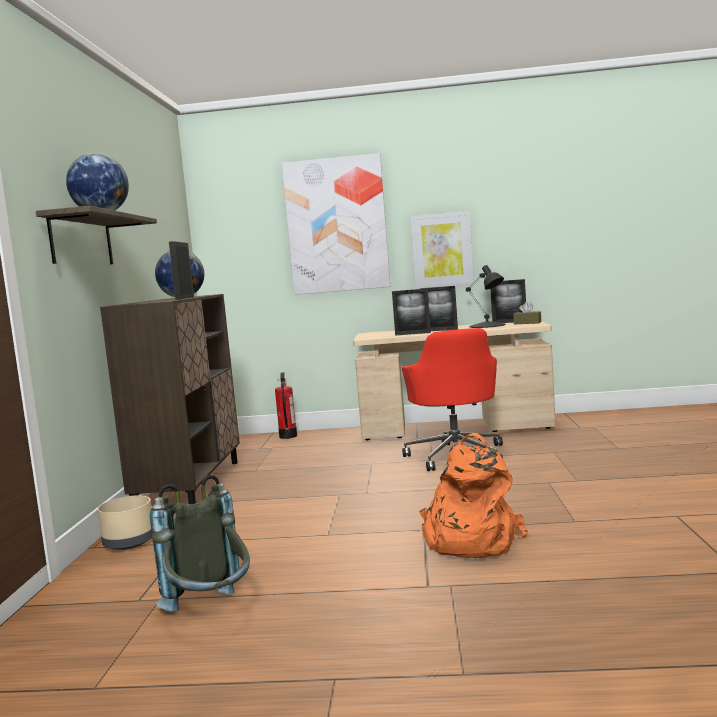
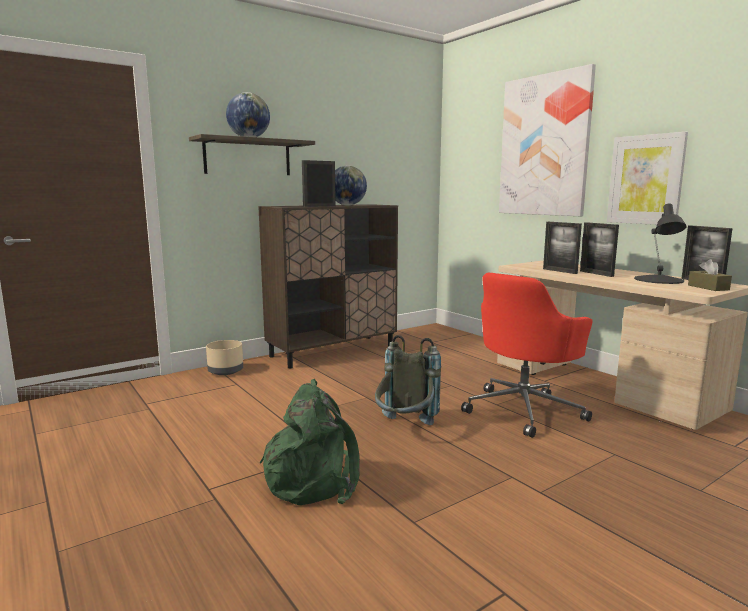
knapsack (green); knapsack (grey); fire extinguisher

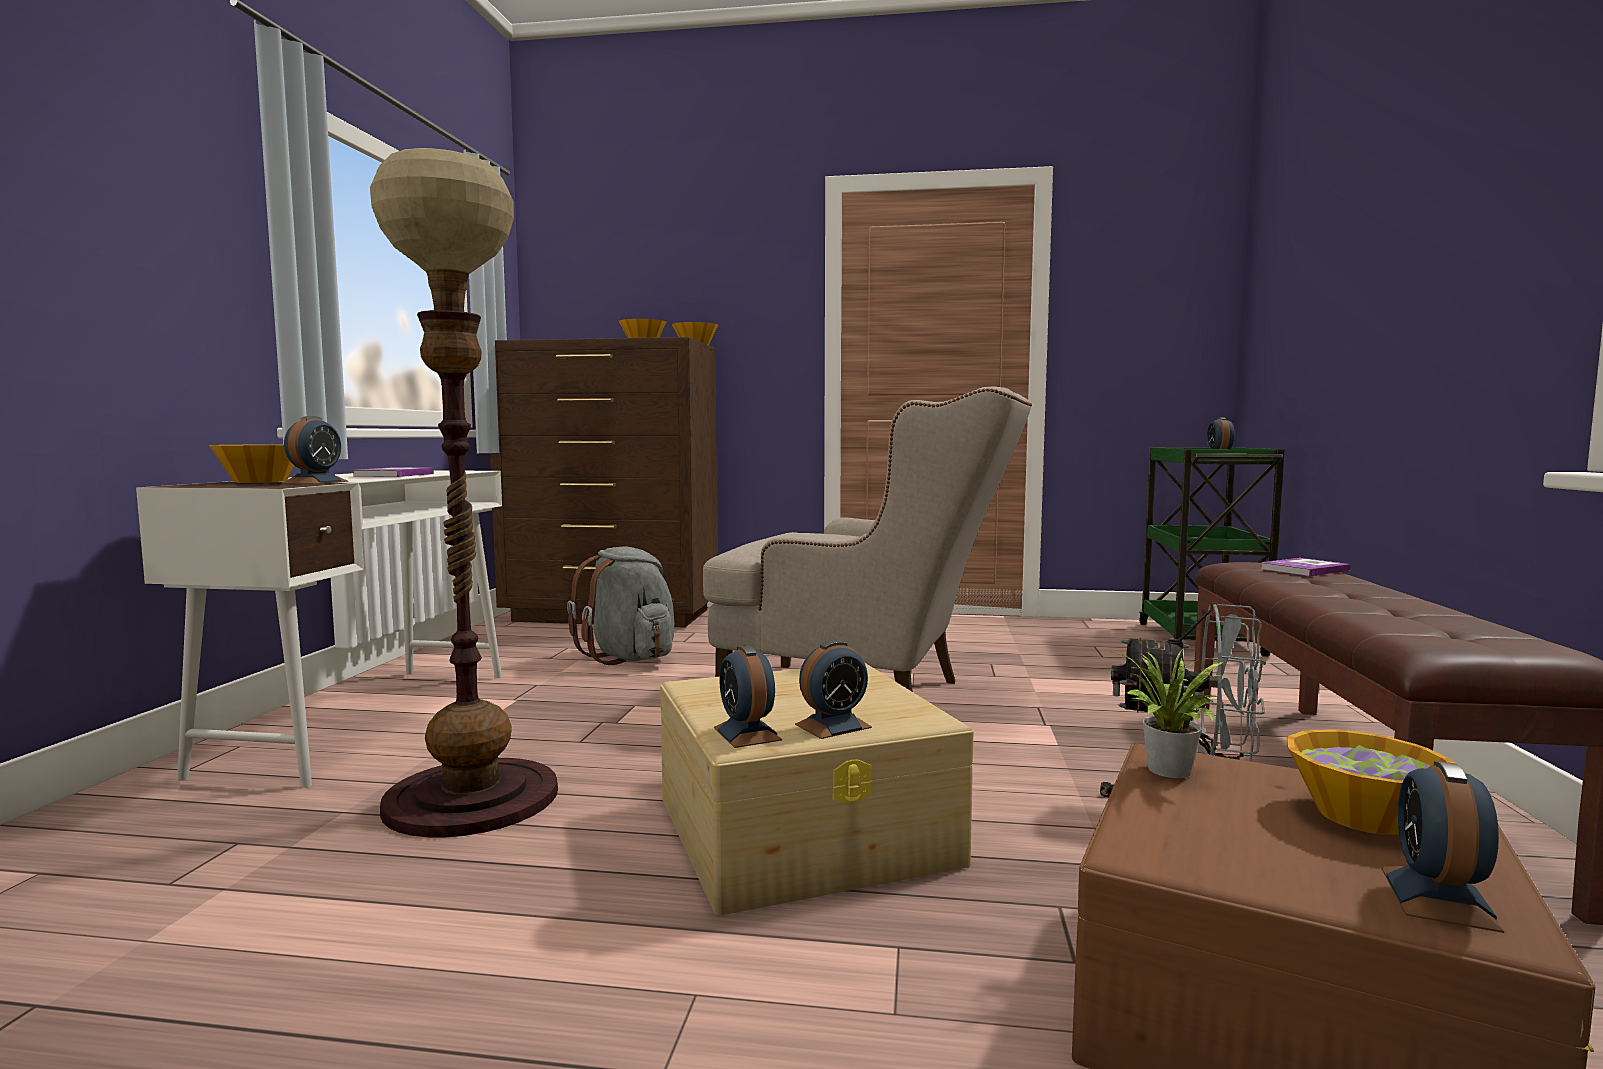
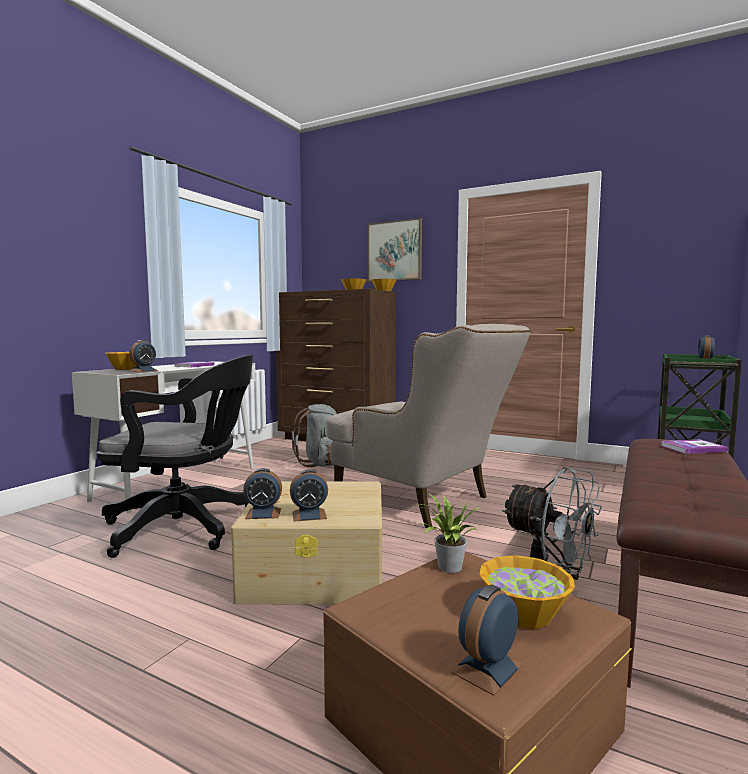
desk chair (black); bedside clock (no. 2 from left); wall art

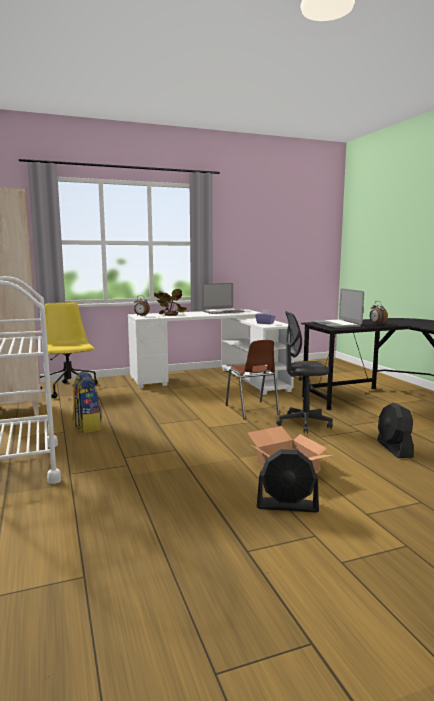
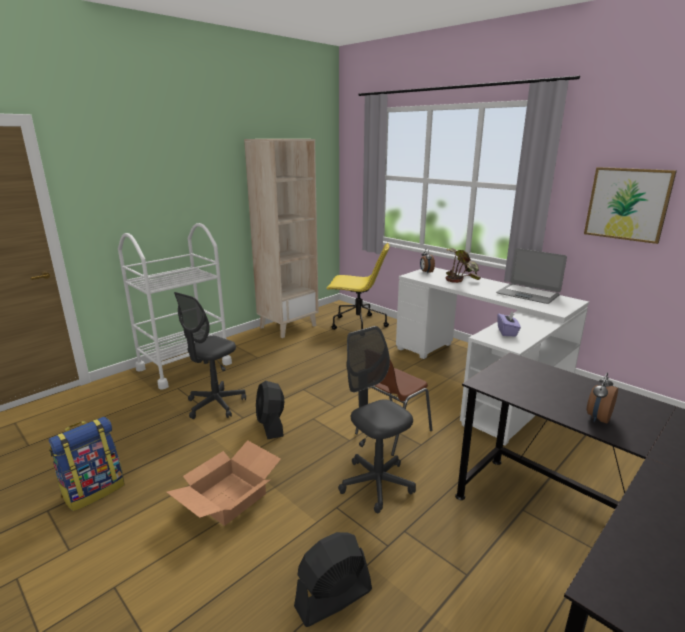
knapsack; desk chair (grey) (no. 1 from left); electric fan (black) (no. 1 from left); desk chair (yellowish); wall art; portable computer (no. 2 from left in the first image)

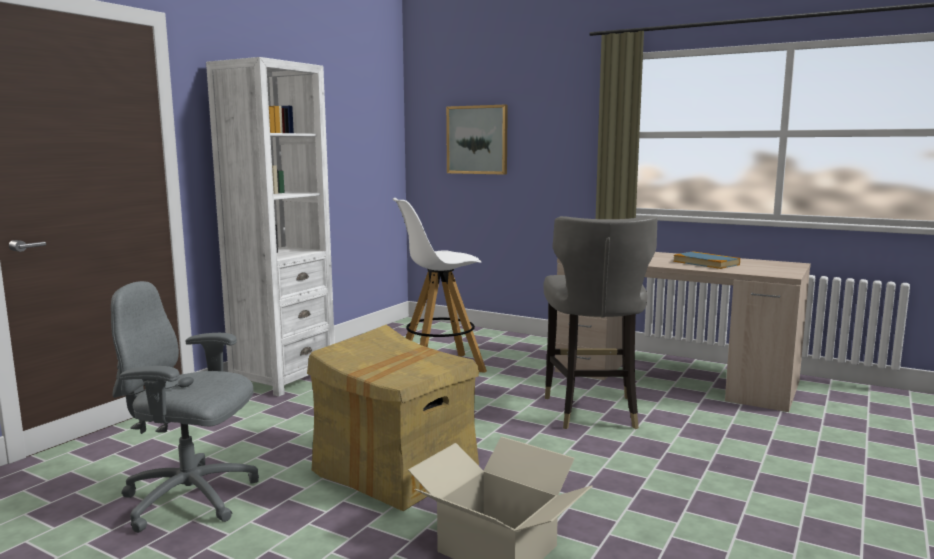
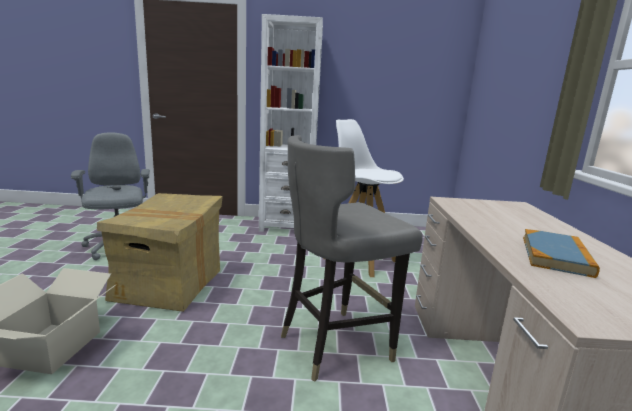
wall art

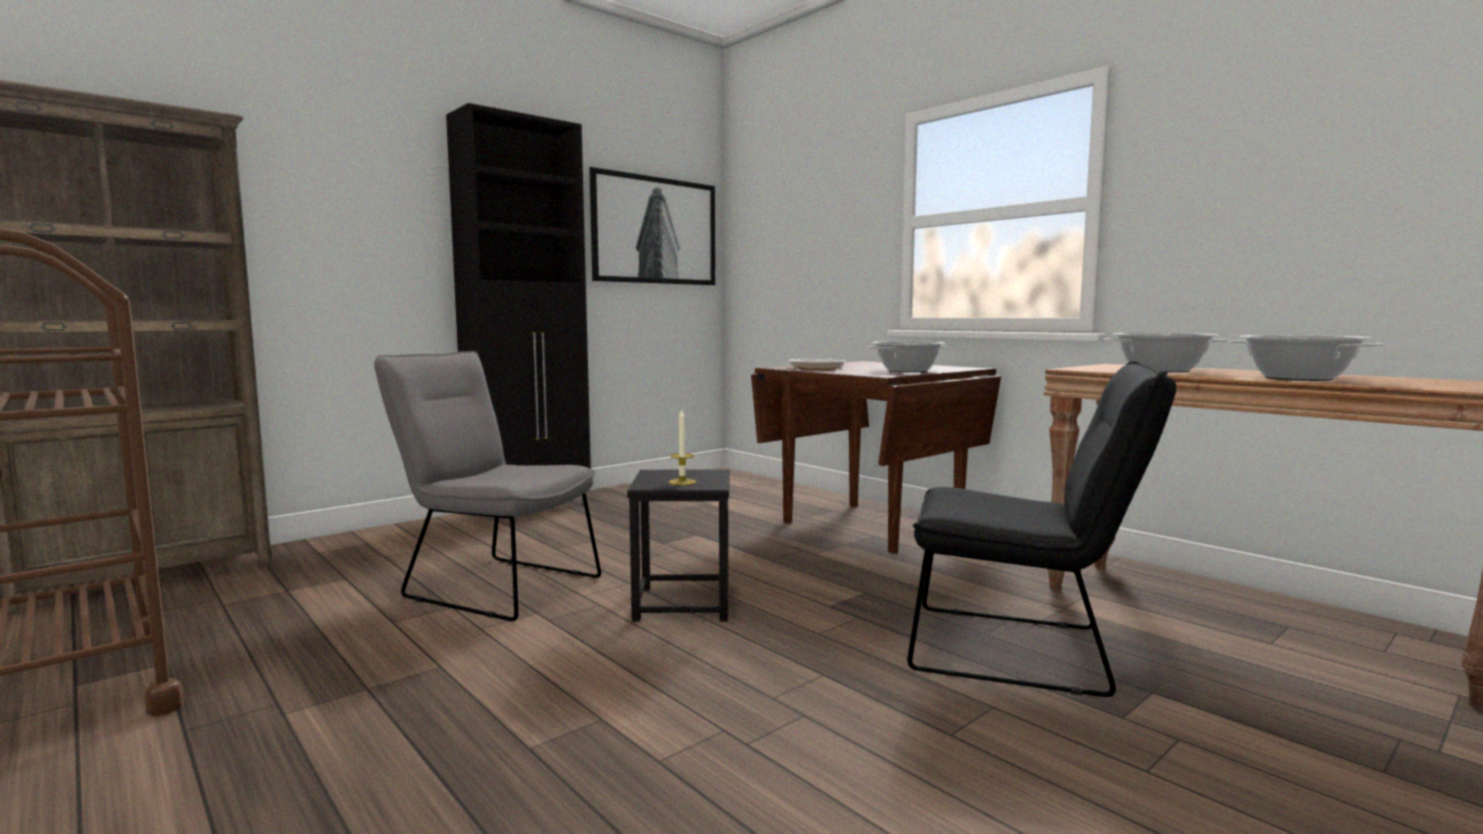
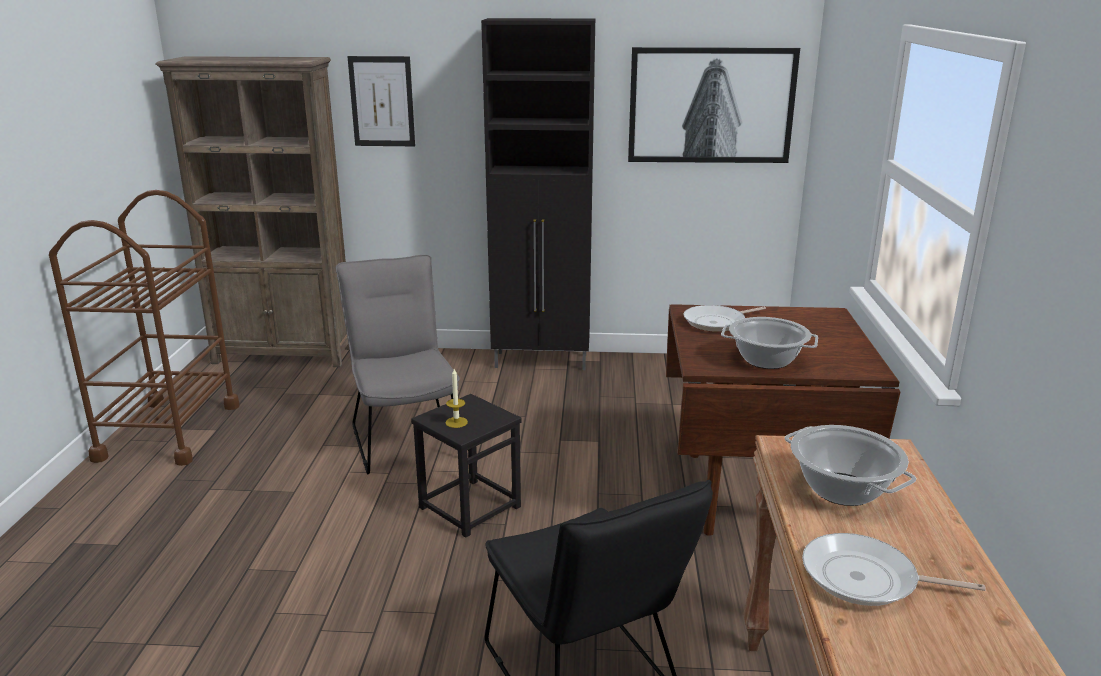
wall art (no. 1 from left); skillet (no. 2 from left)

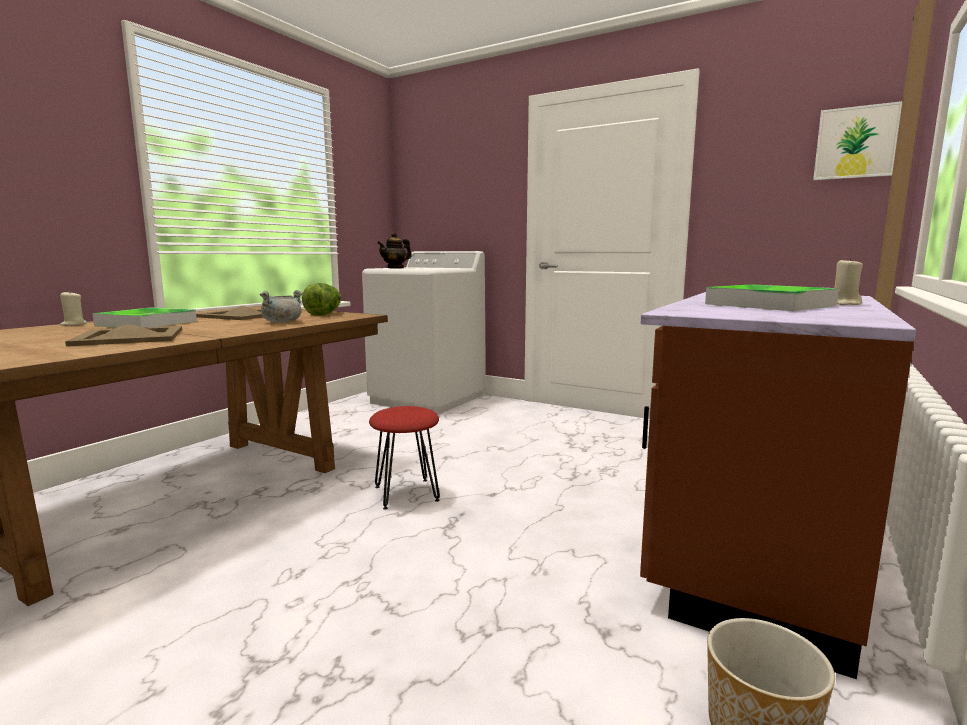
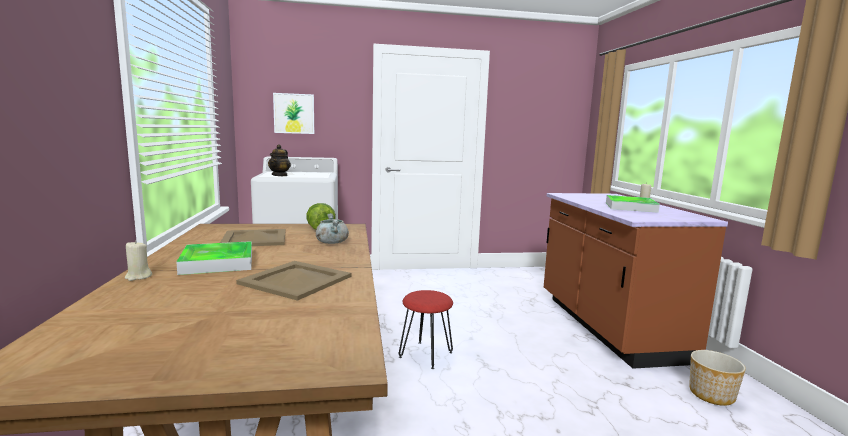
wall art

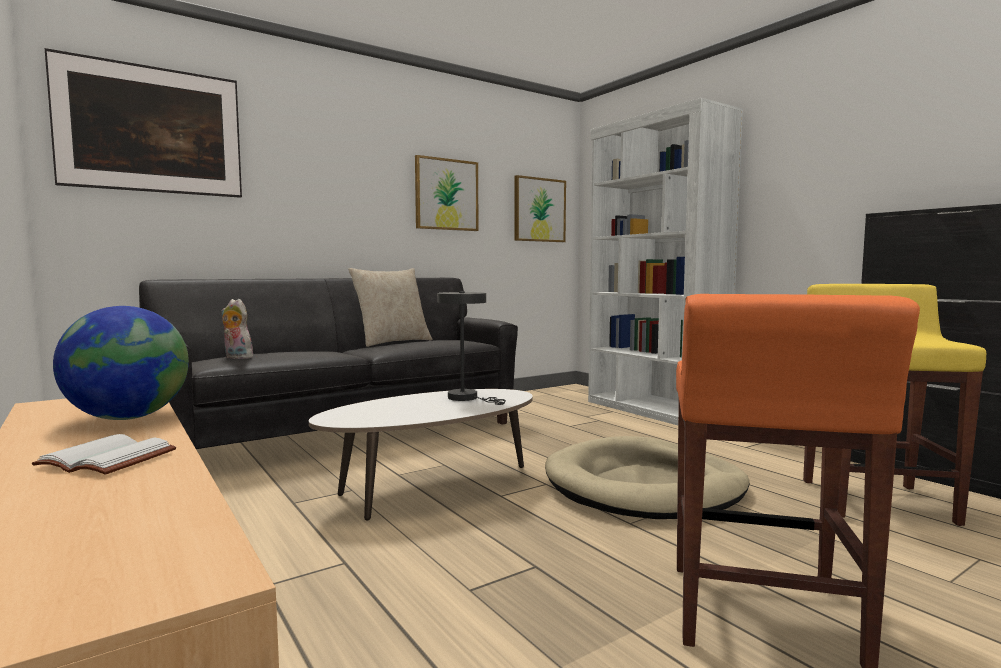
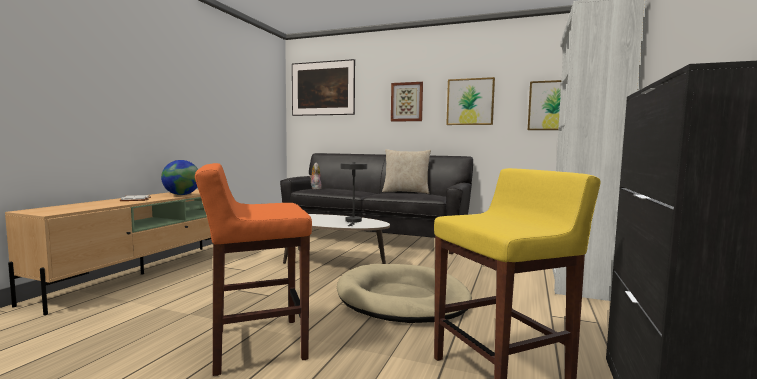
wall art (no. 2 from left)

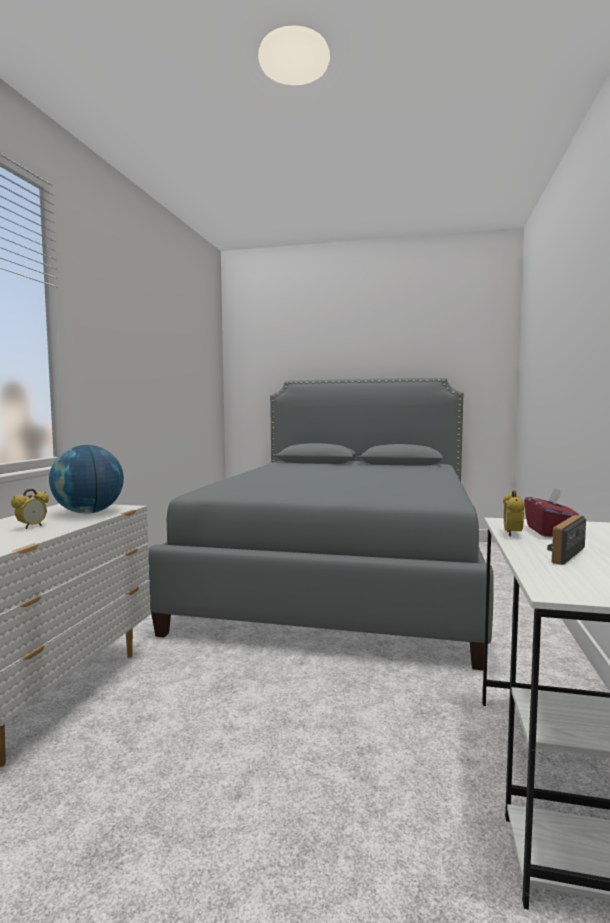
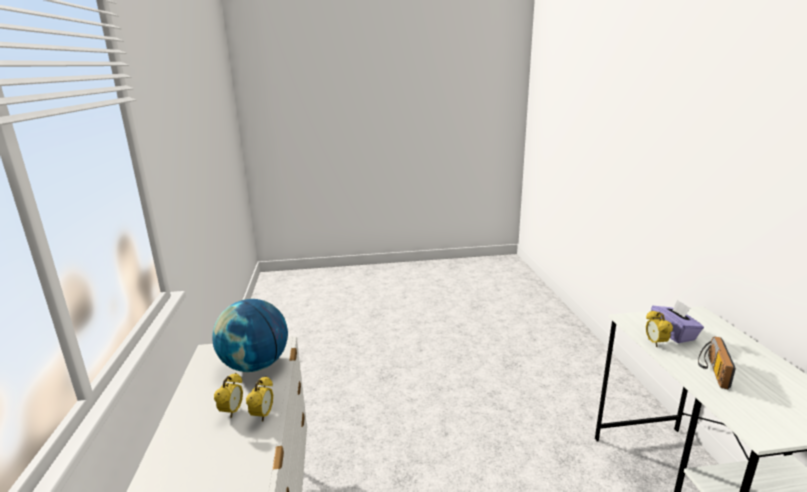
bedside clock (no. 2 from left); tissue box (purple); sleeping bed (grey)

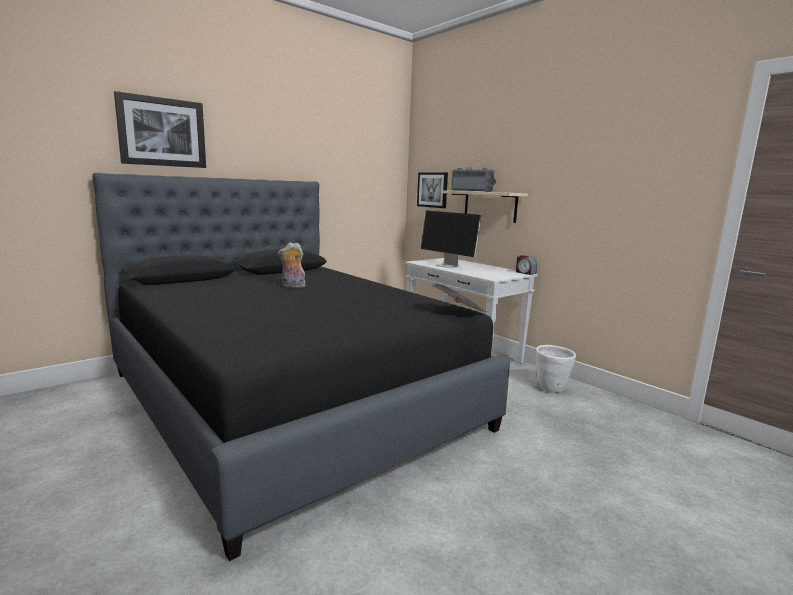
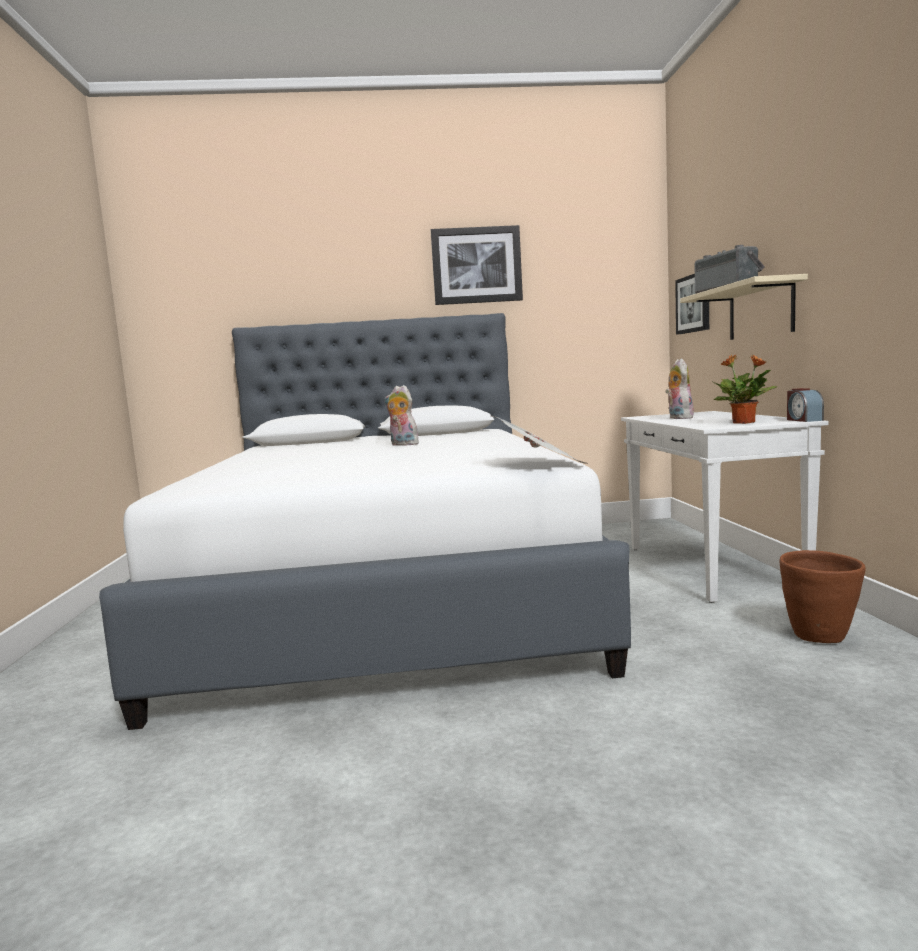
sleeping bed (whitish); wall art (no. 1 from left); plush toy (no. 2 from left); houseplant; plant pot (brown-coloured)

